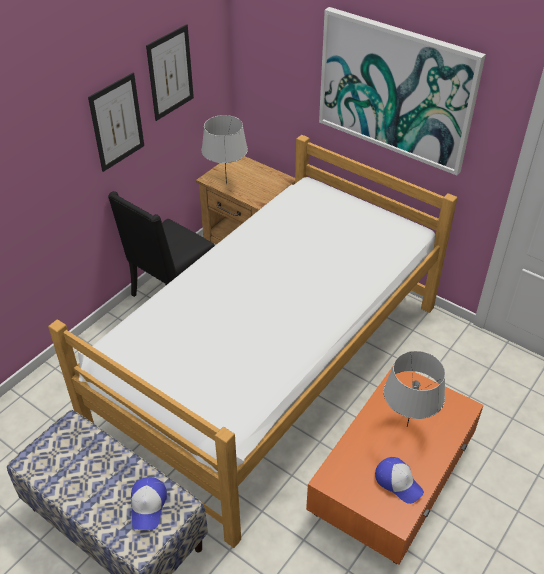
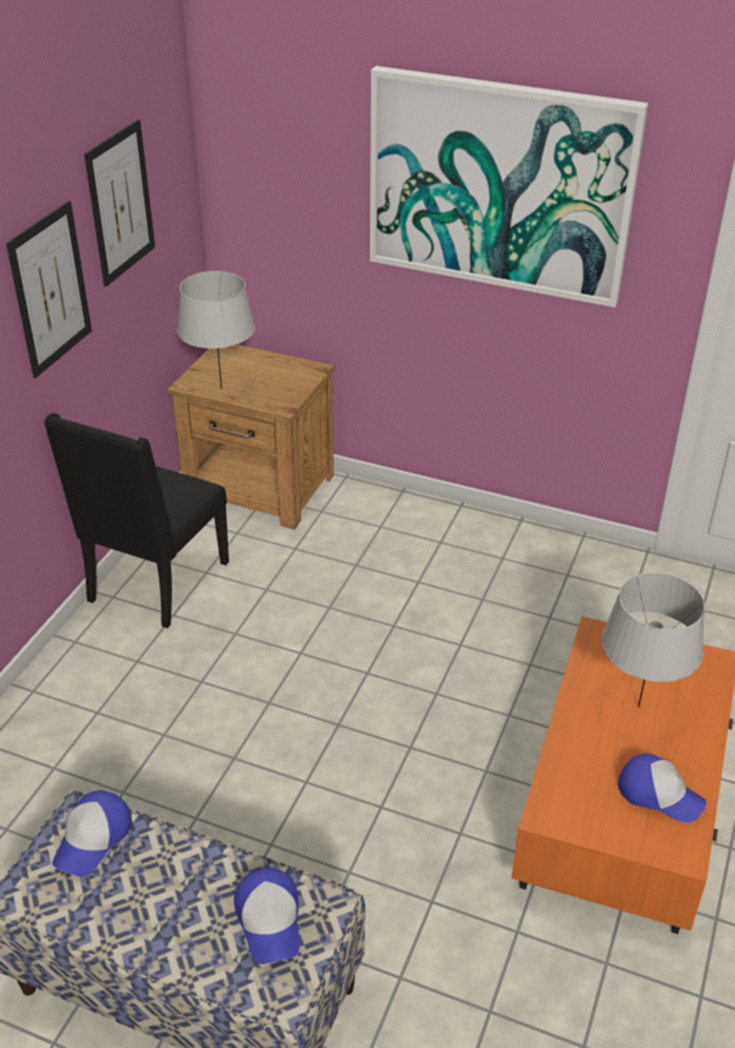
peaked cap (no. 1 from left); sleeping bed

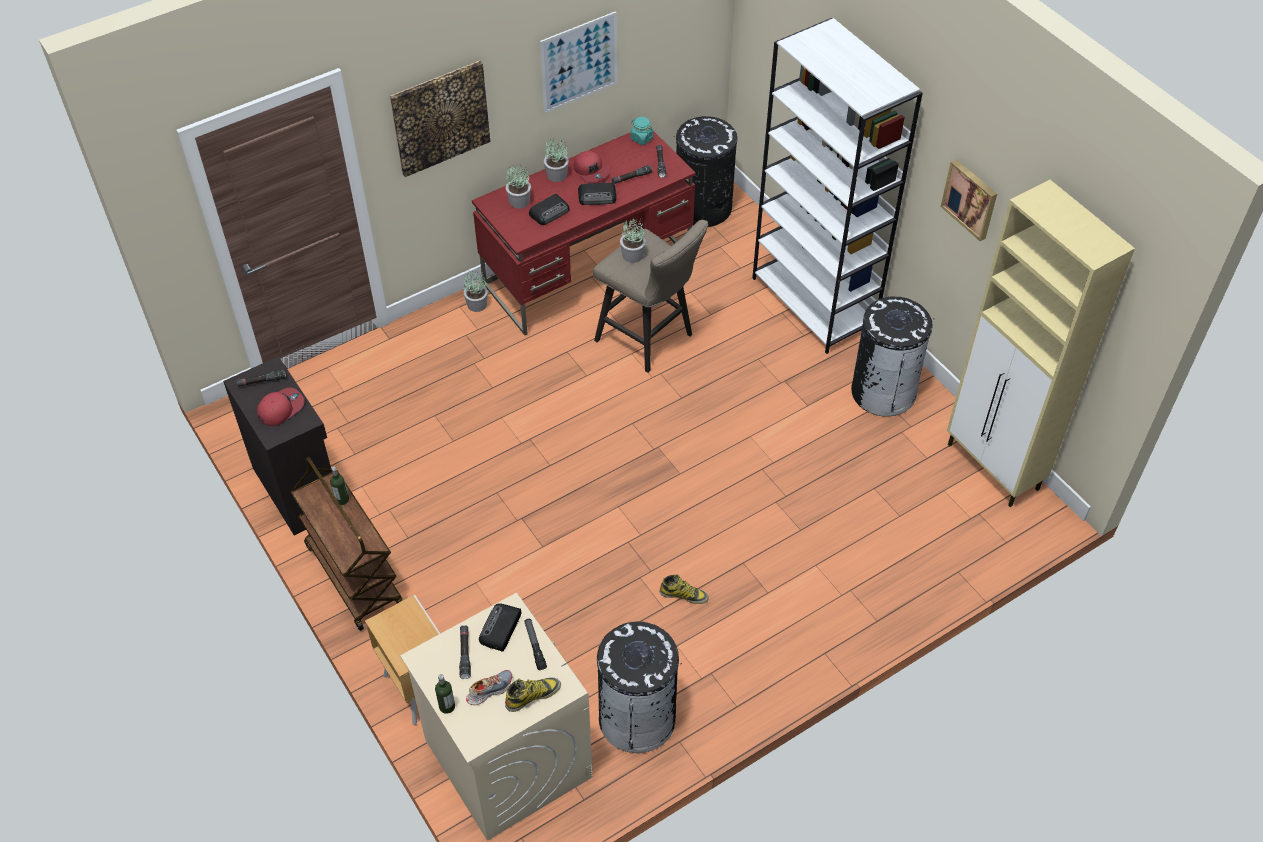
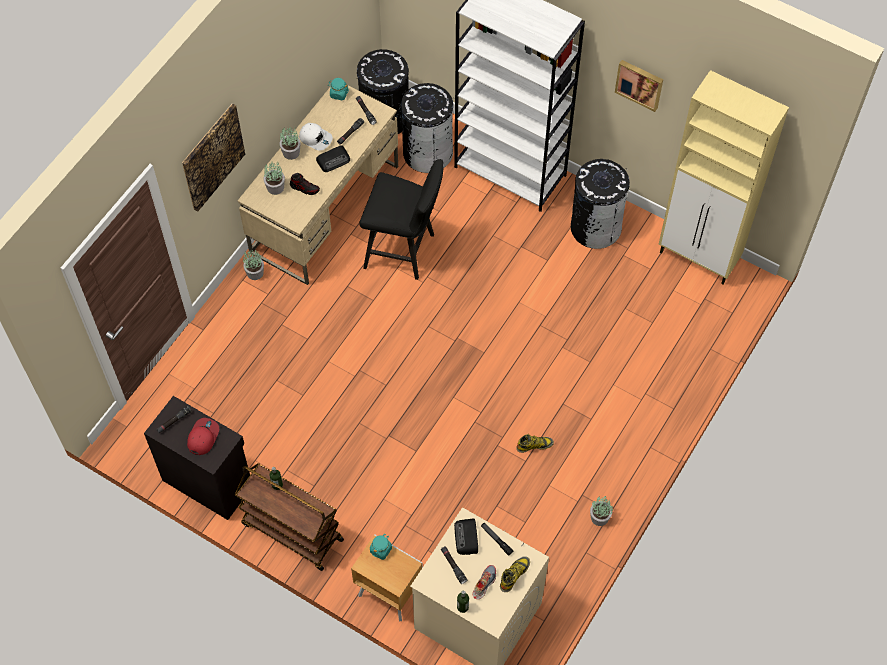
desk (beige); low shoe (no. 1 from left); peaked cap (whitish); stool (black); preserve jar (blue-green) (no. 2 from left); trash can (black) (no. 2 from left); houseplant (no. 4 from left); wall art (no. 2 from left in the first image)

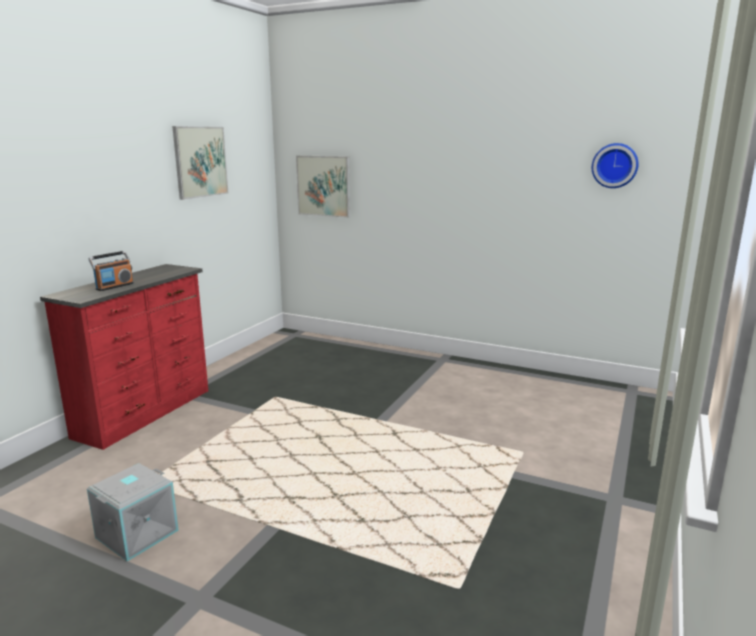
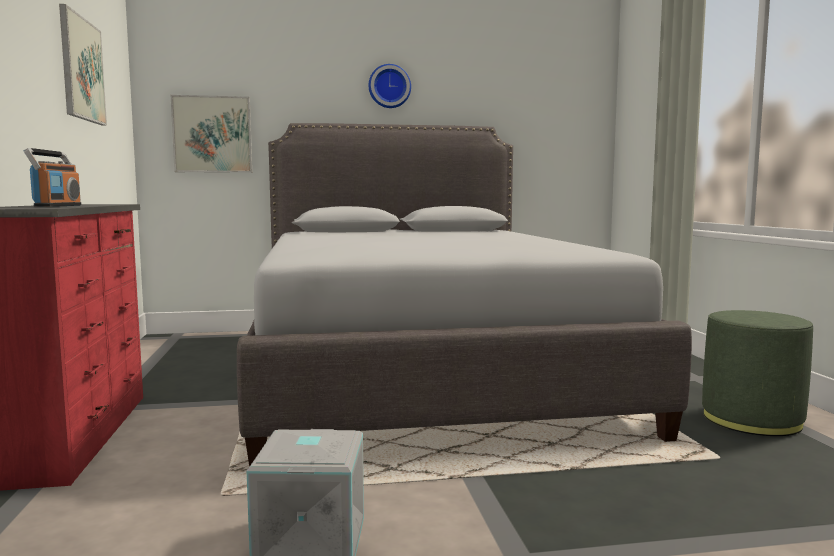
sleeping bed (grey); clock on the wall; ottoman (green)

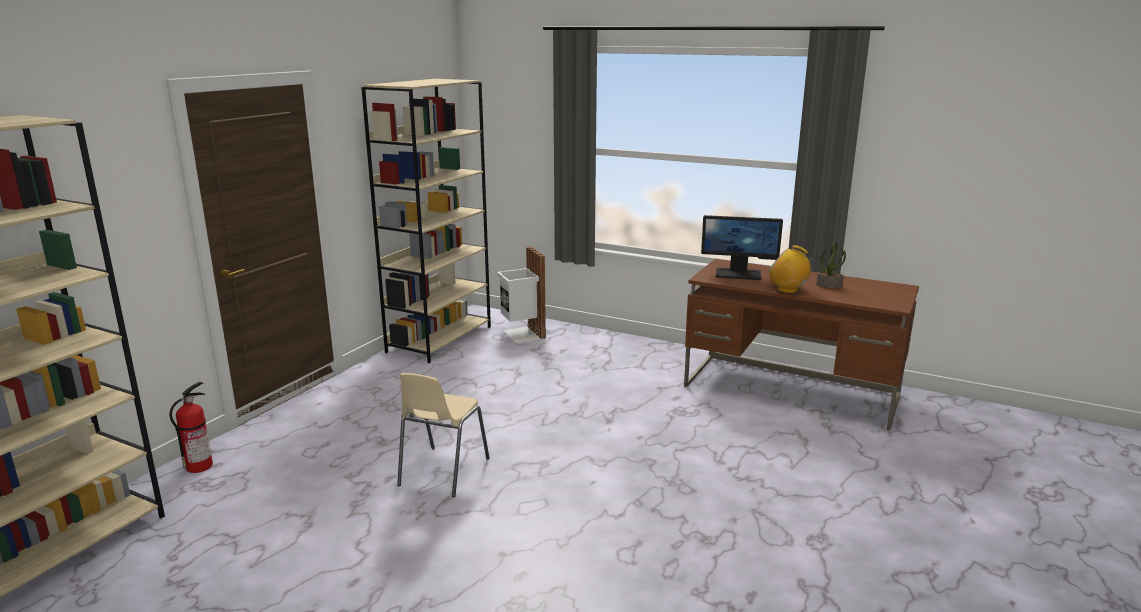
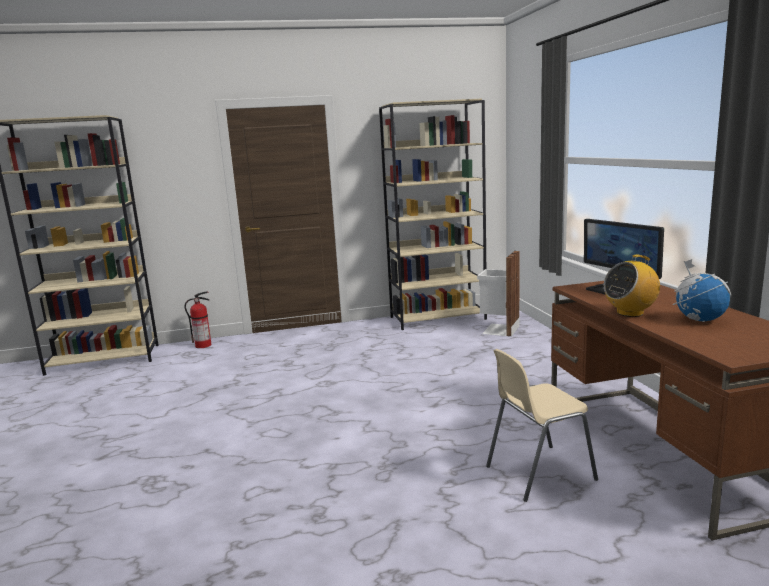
plain chair (beige); radio; desk globe

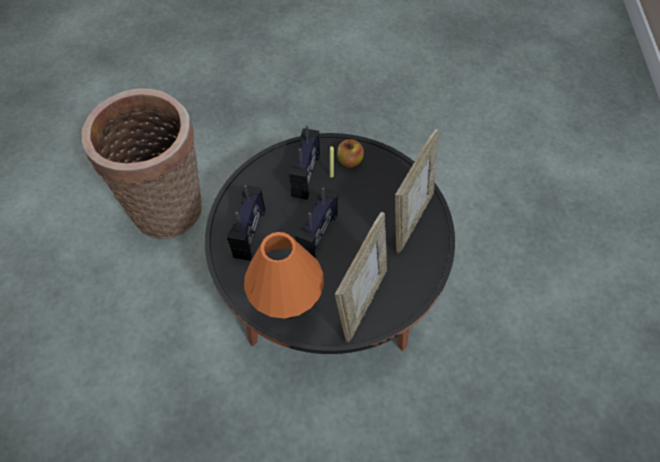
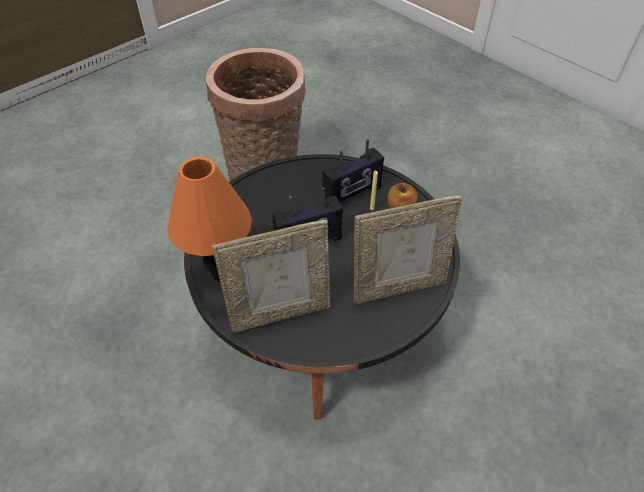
radio (no. 1 from left in the first image)

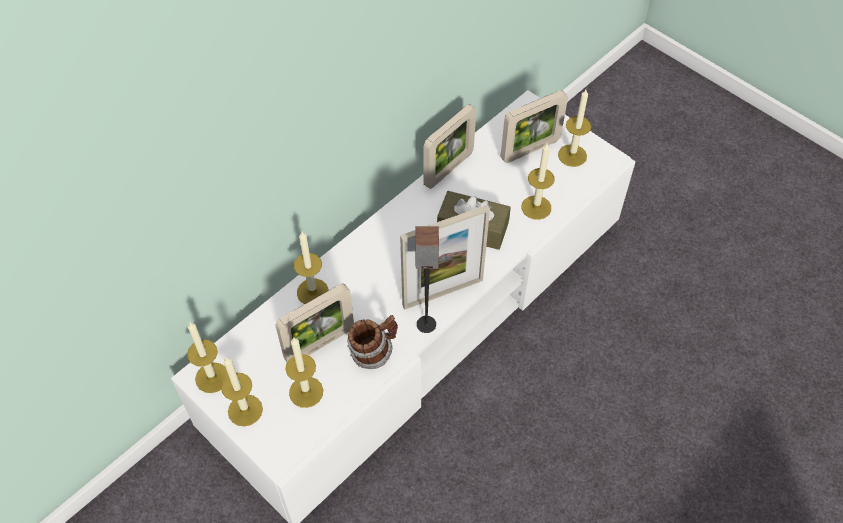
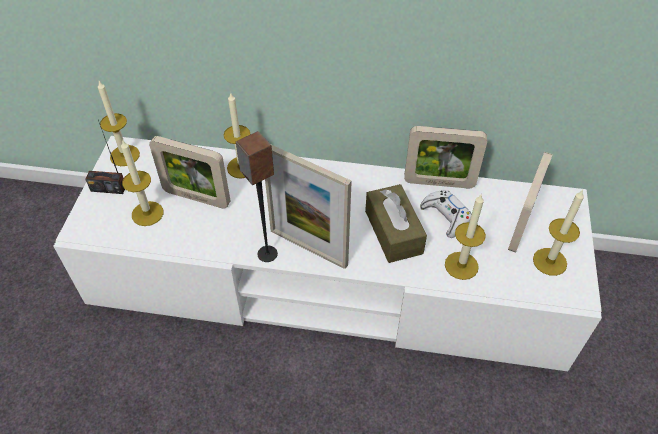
radio; joypad (whitish); photo frame (no. 4 from left); mug

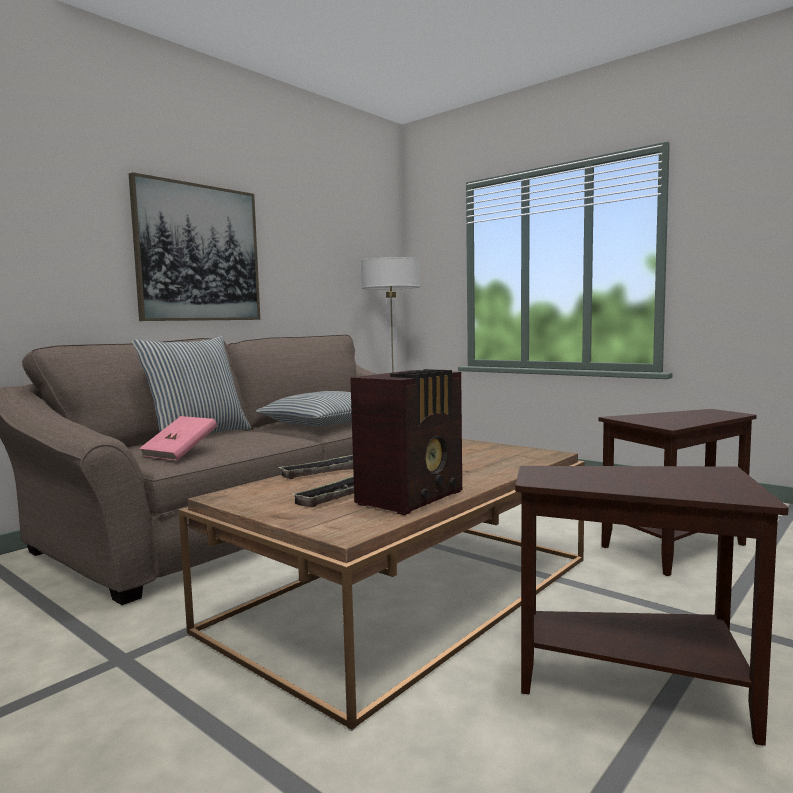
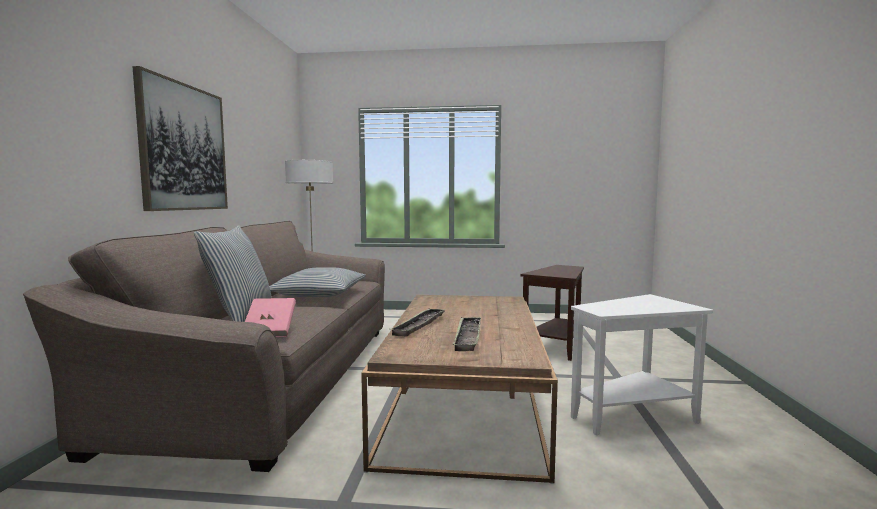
end table (whitish); radio

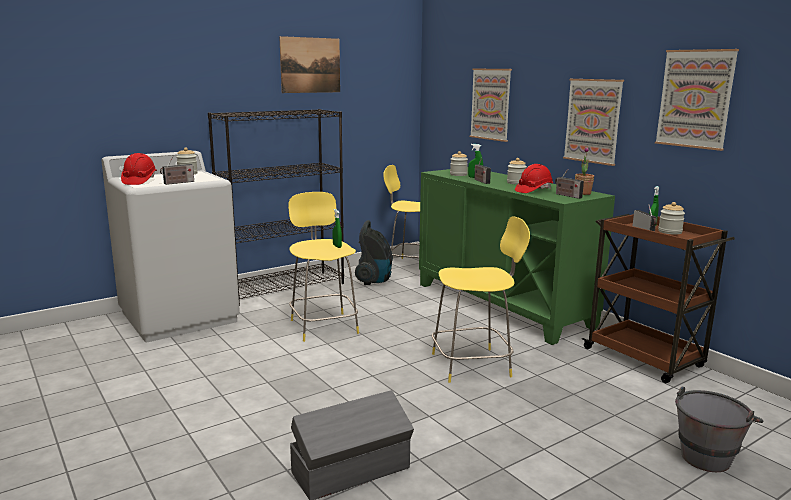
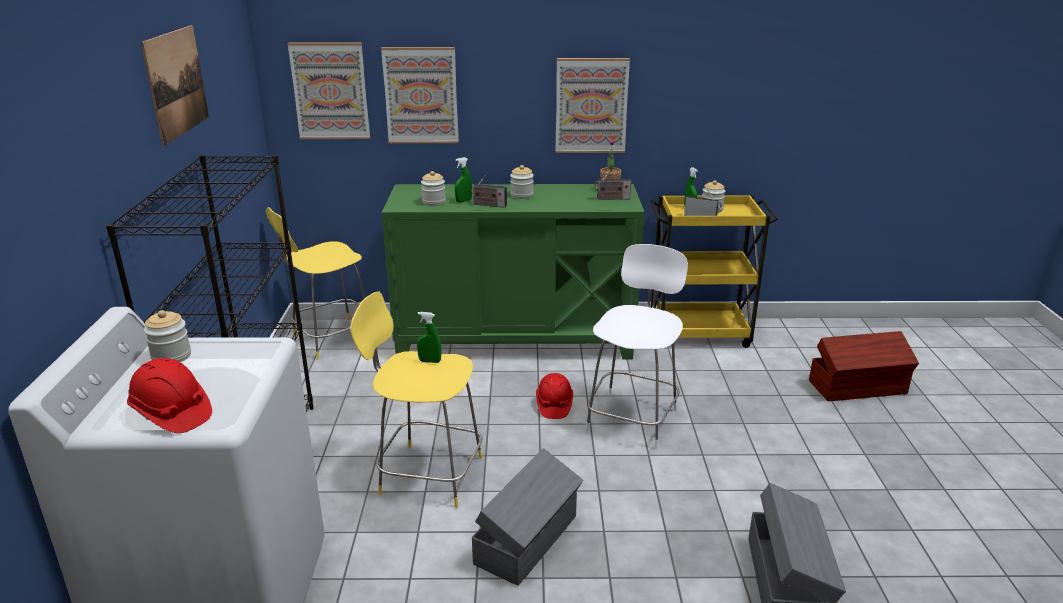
wall art (no. 2 from left); storage box (grey) (no. 1 from left); work helmet (red-coloured) (no. 2 from left); stool (whitish); wheeled cart (yellowish); storage box (brown-coloured); radio (no. 1 from left in the first image); vacuum cleaner

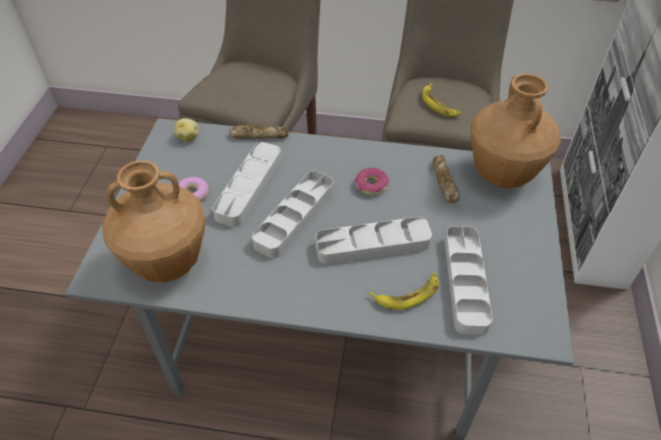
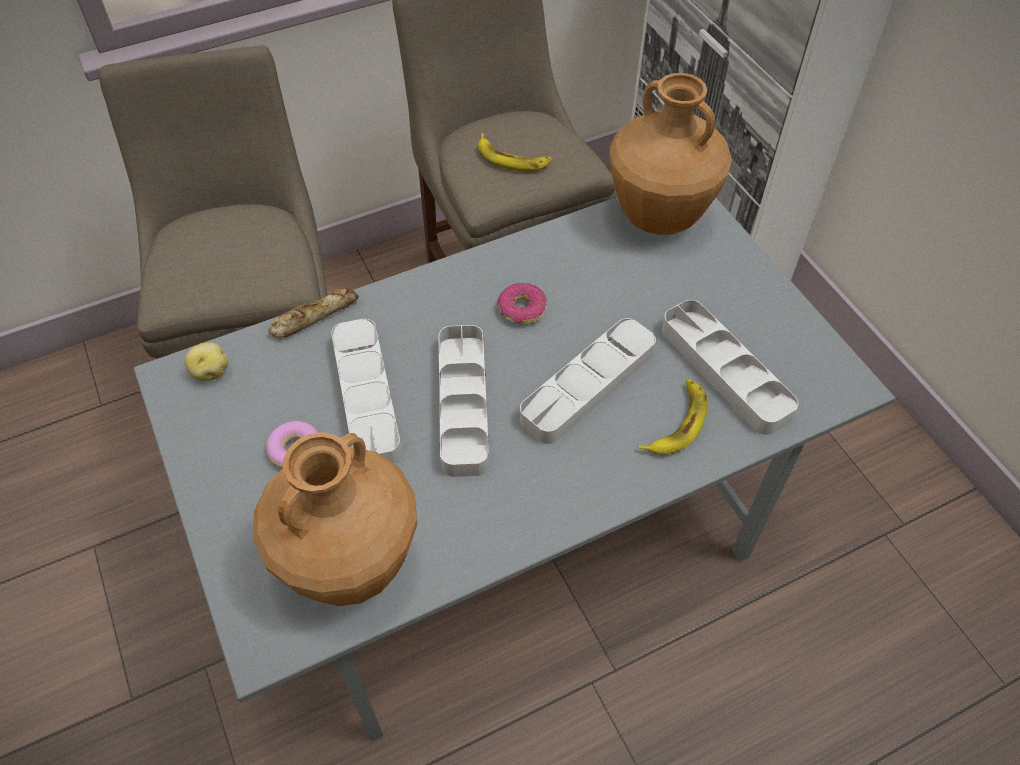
baked bread (no. 2 from left in the first image)

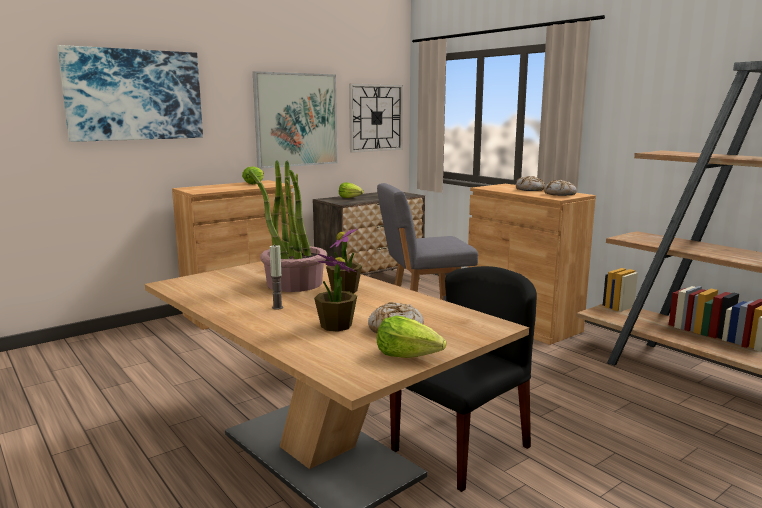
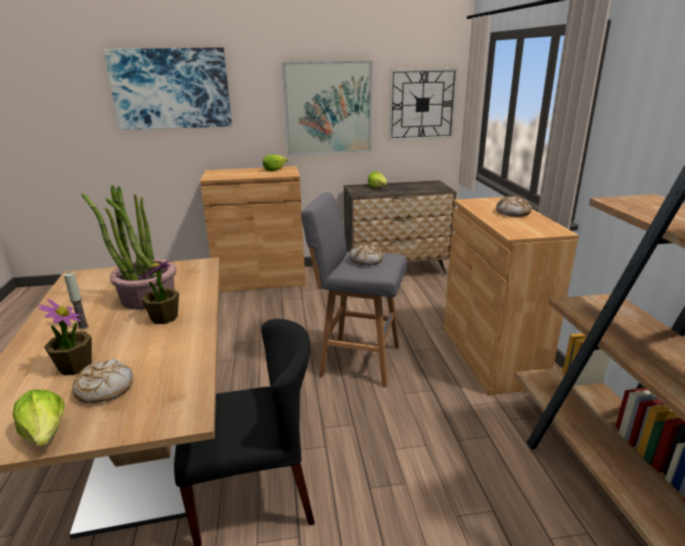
baked bread (no. 2 from left)

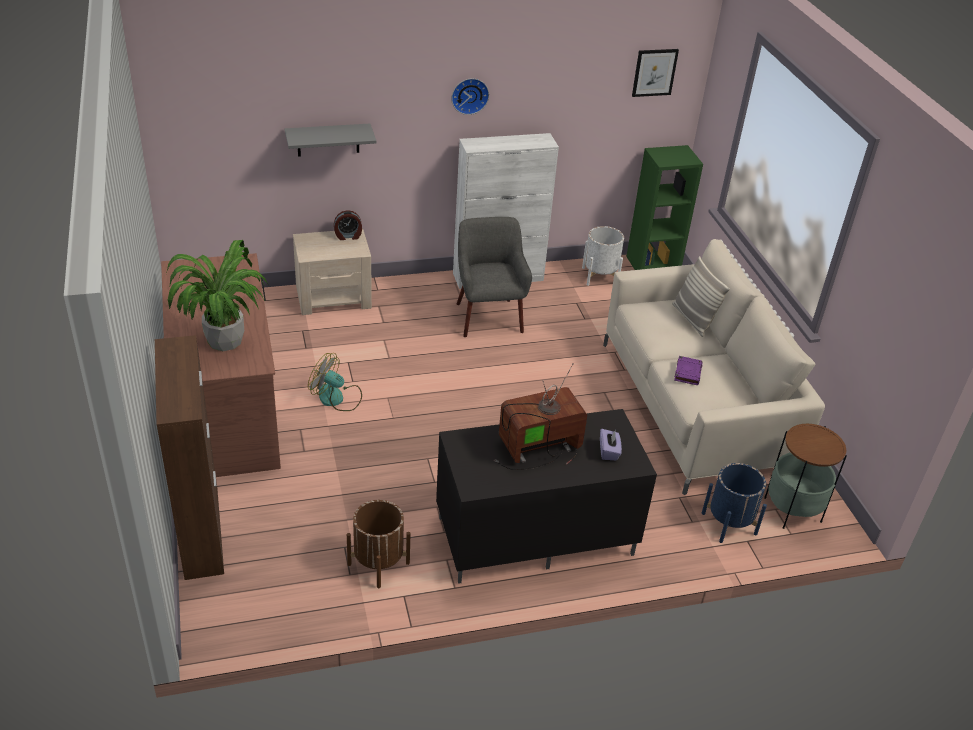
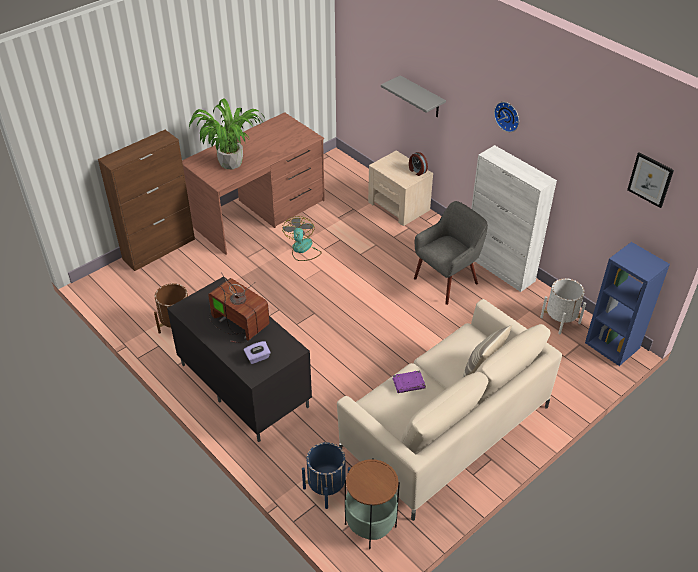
bookshelf (blue-coloured)

